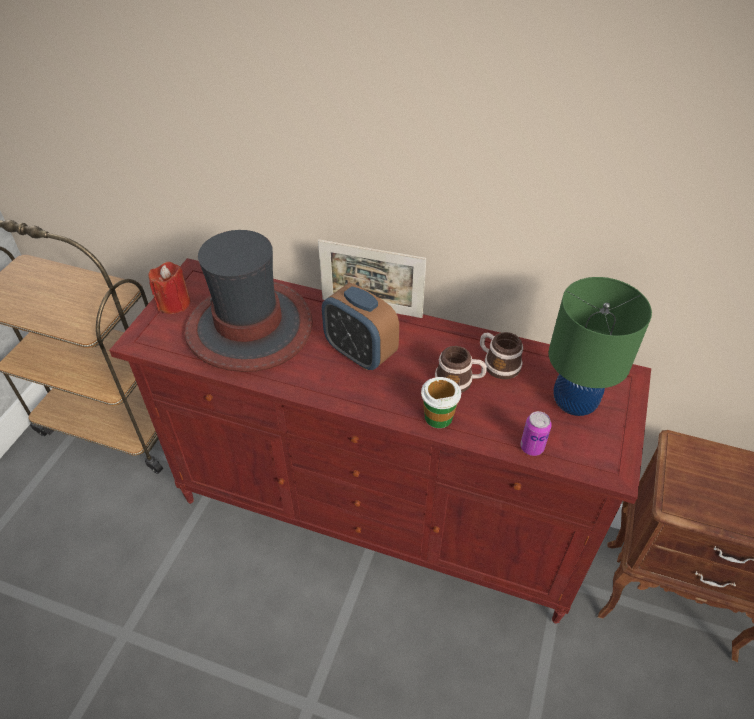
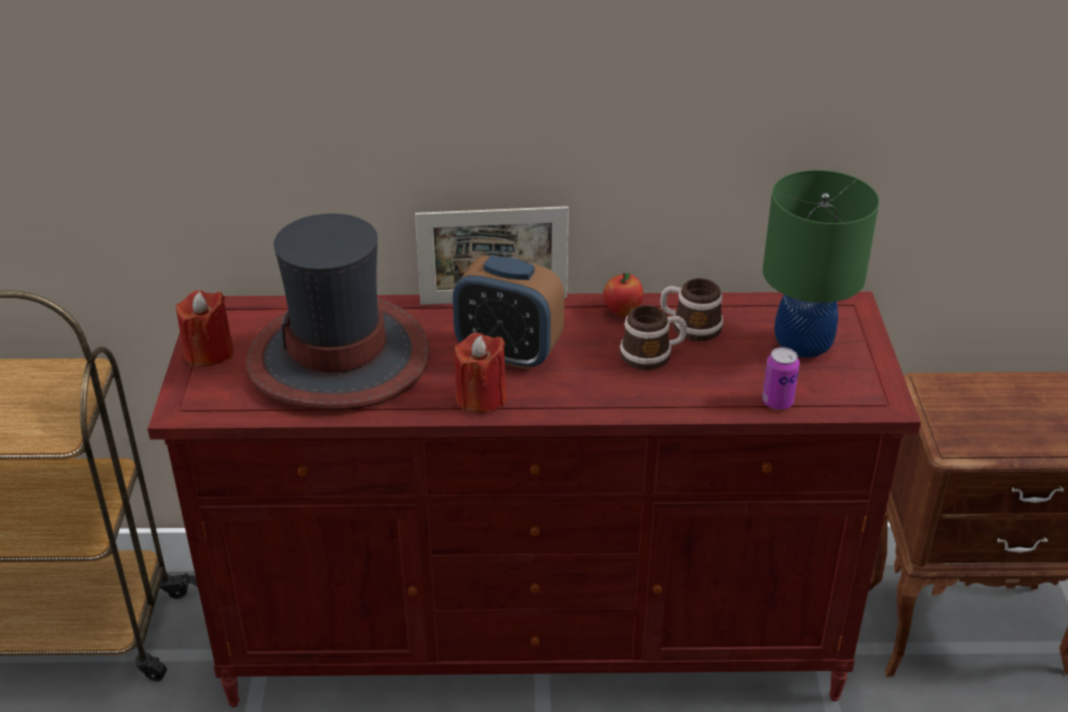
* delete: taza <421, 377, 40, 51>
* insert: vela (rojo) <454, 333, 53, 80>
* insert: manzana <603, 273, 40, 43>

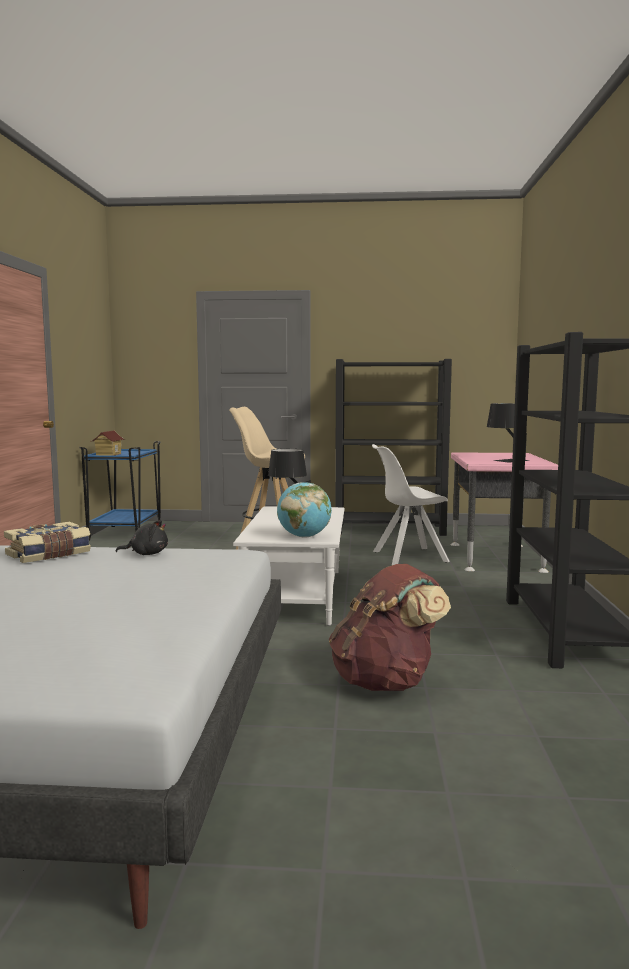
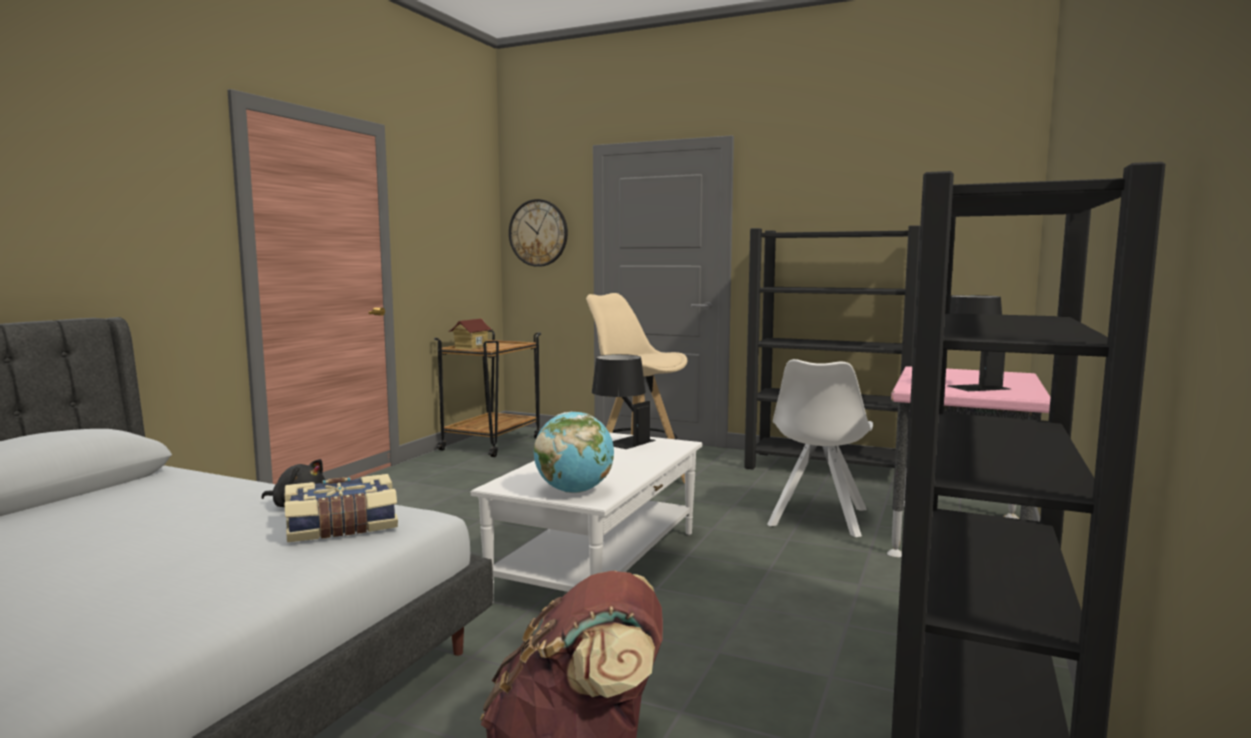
* insert: reloj de pared <509, 199, 59, 68>
* move: libro <4, 522, 87, 41> to <285, 474, 113, 68>
* recolor: carrito (azul) <79, 441, 83, 100> to carrito (marrón) <434, 330, 107, 127>
* rotate: silla (blanco) <372, 444, 77, 121> = <767, 359, 106, 178> 75 degrees counterclockwise

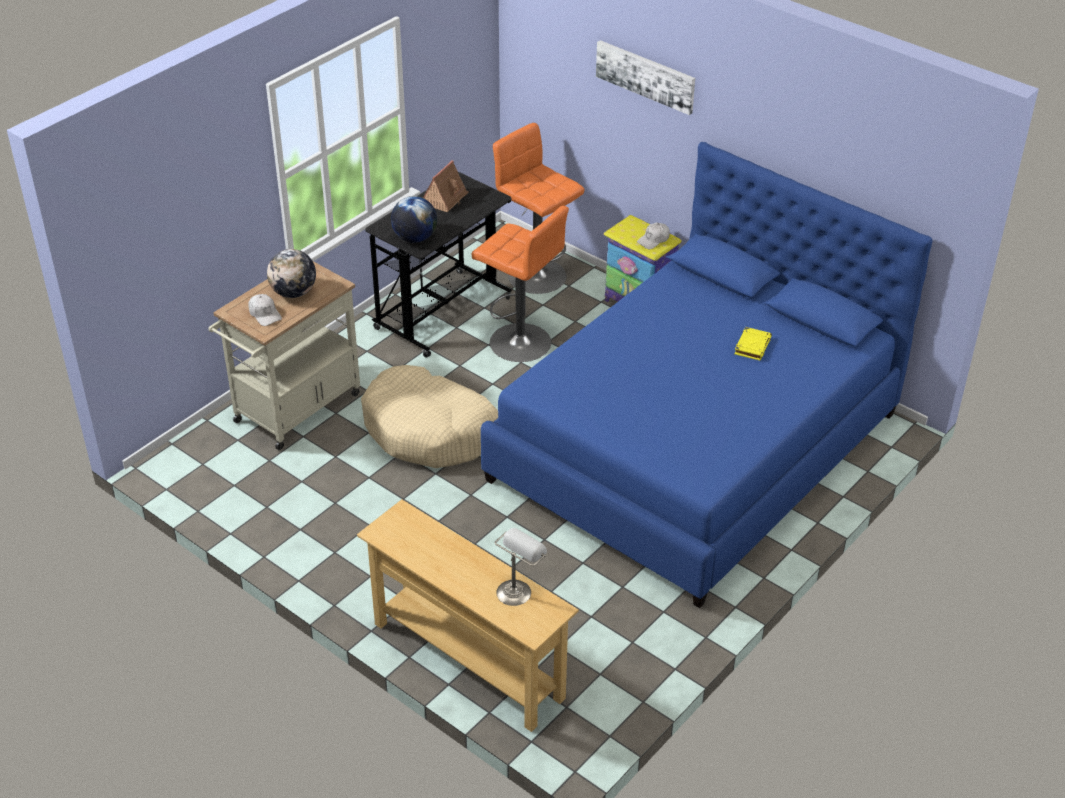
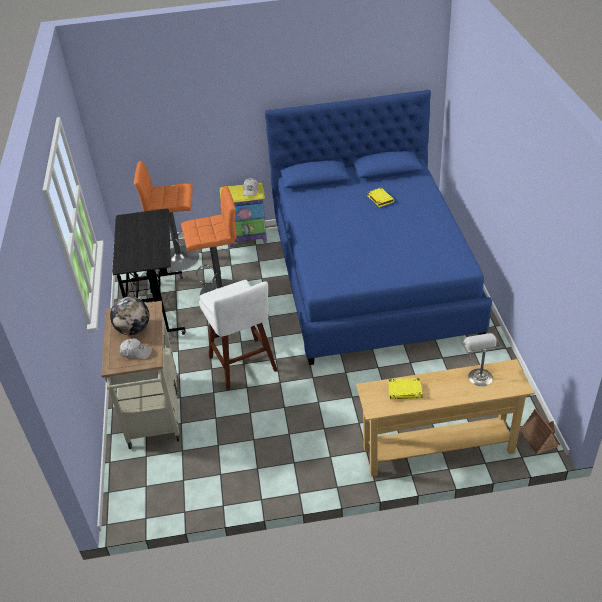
* delete: globo terráqueo <391, 196, 46, 47>
* delete: cuadro <596, 40, 99, 75>
* insert: libro (amarillo) <388, 378, 34, 22>
* move: casita <423, 160, 45, 52> to <519, 409, 41, 45>
* replace: cama para perro (beis) <361, 365, 137, 103> to taburete (blanco) <199, 280, 79, 110>

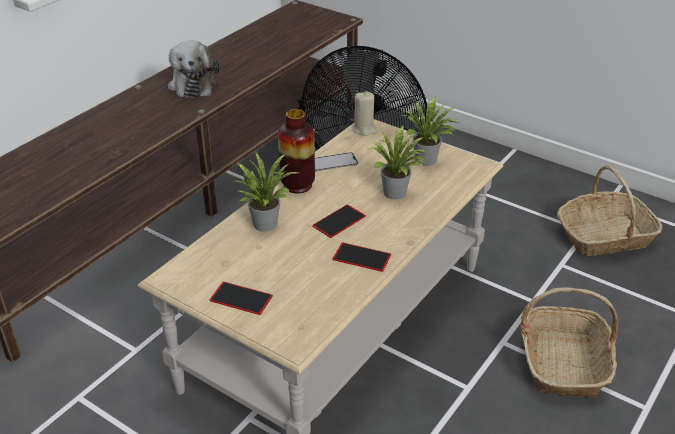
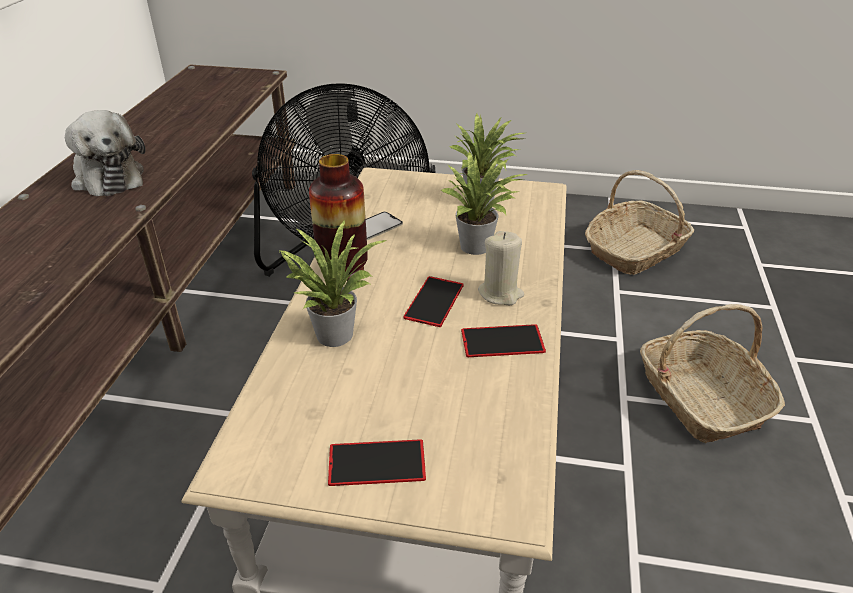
* move: vela (beis) <352, 91, 25, 45> to <478, 231, 46, 74>

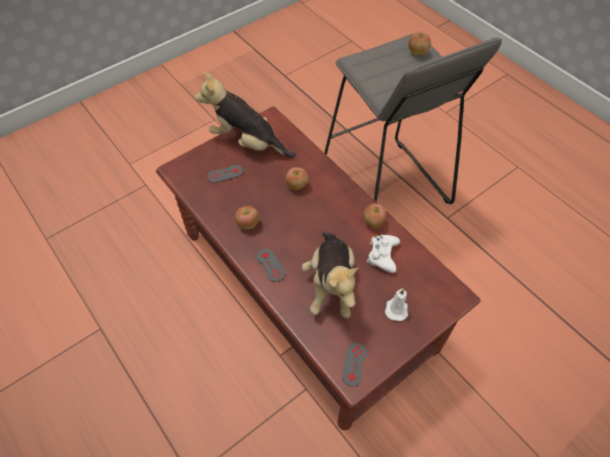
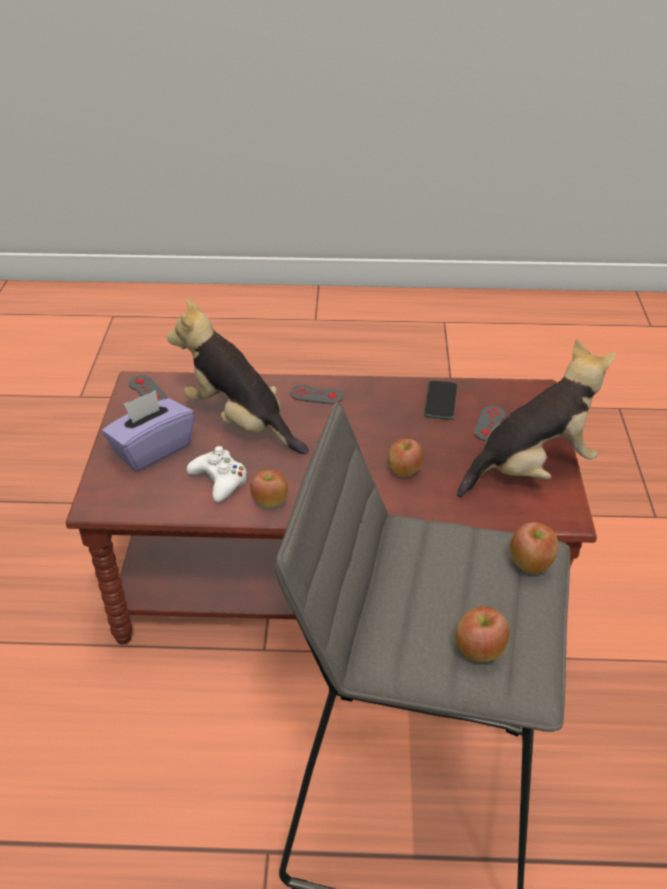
* insert: móvil <424, 380, 33, 40>
* move: manzana <235, 205, 24, 24> to <510, 522, 48, 52>
* replace: vela (blanco) <385, 288, 23, 33> to caja de pañuelos (morado) <102, 390, 93, 82>

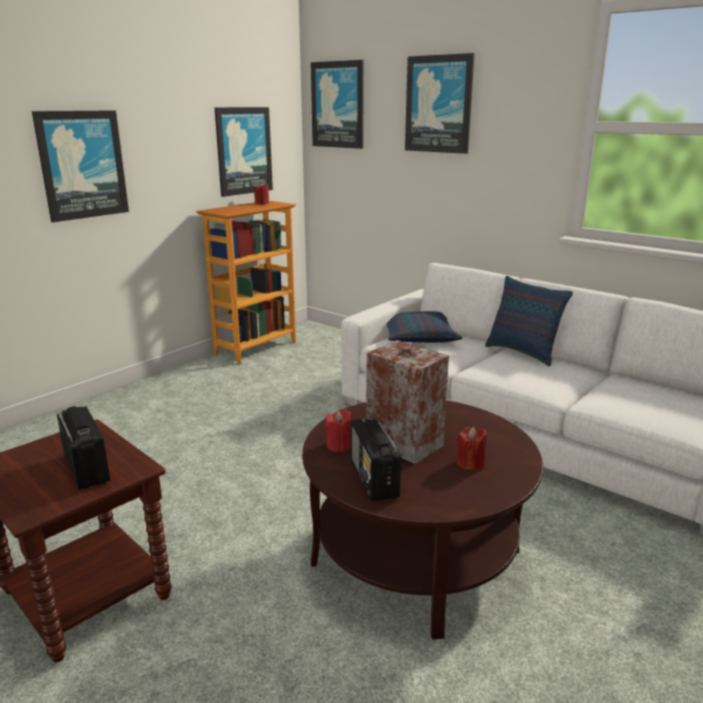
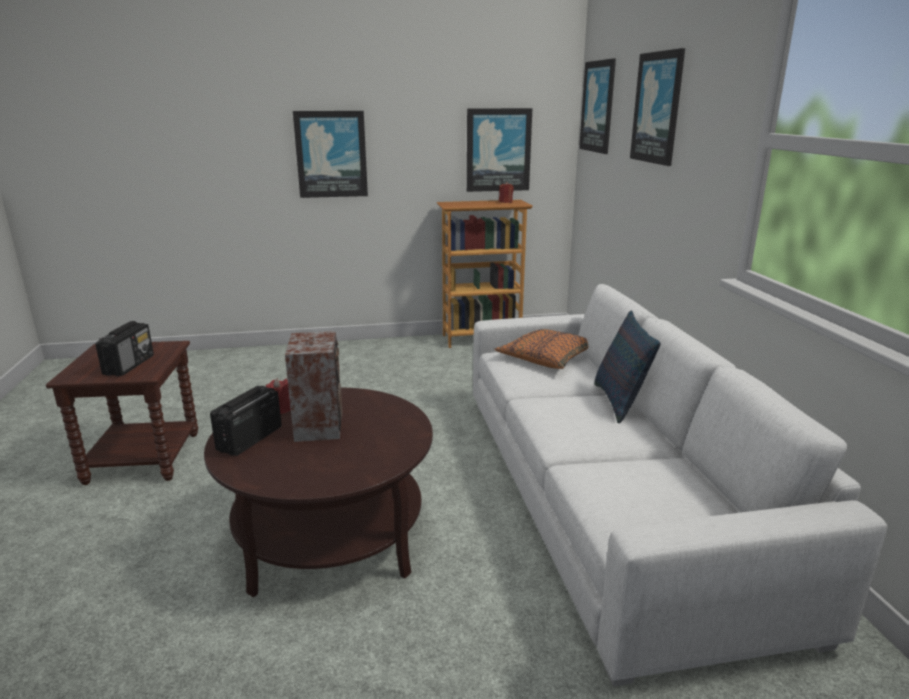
* delete: vela (rojo) <457, 427, 29, 43>
* recolor: cojín (azul) <386, 311, 76, 32> to cojín (naranja) <495, 329, 94, 40>

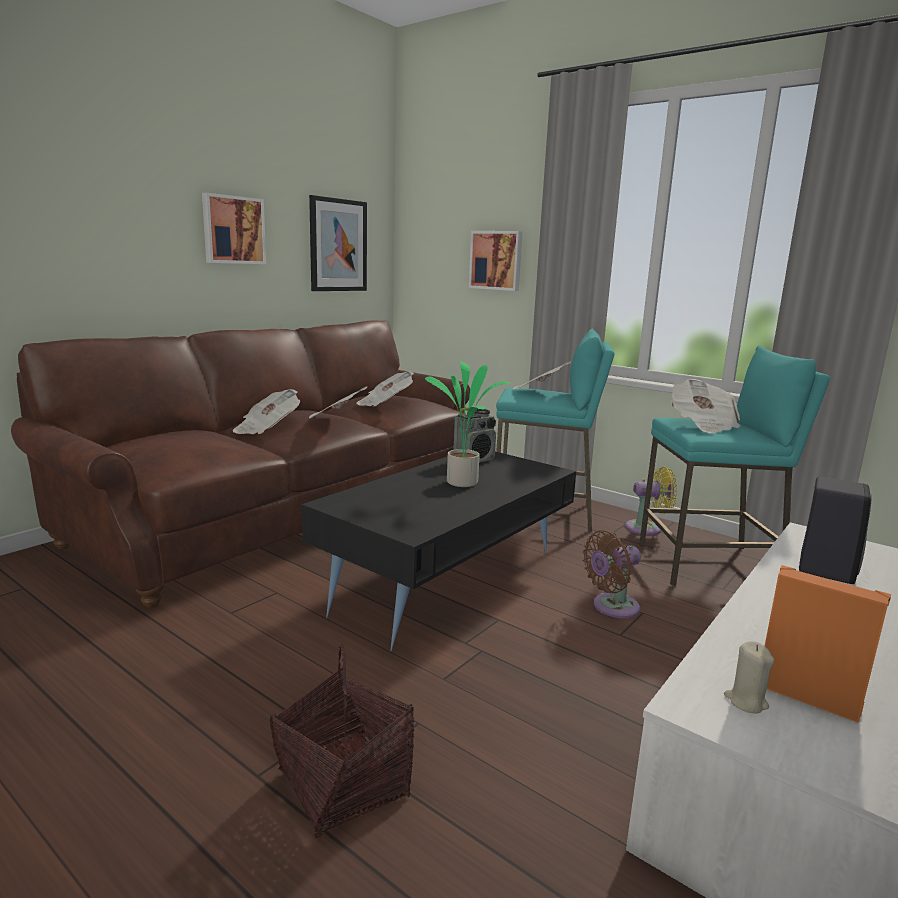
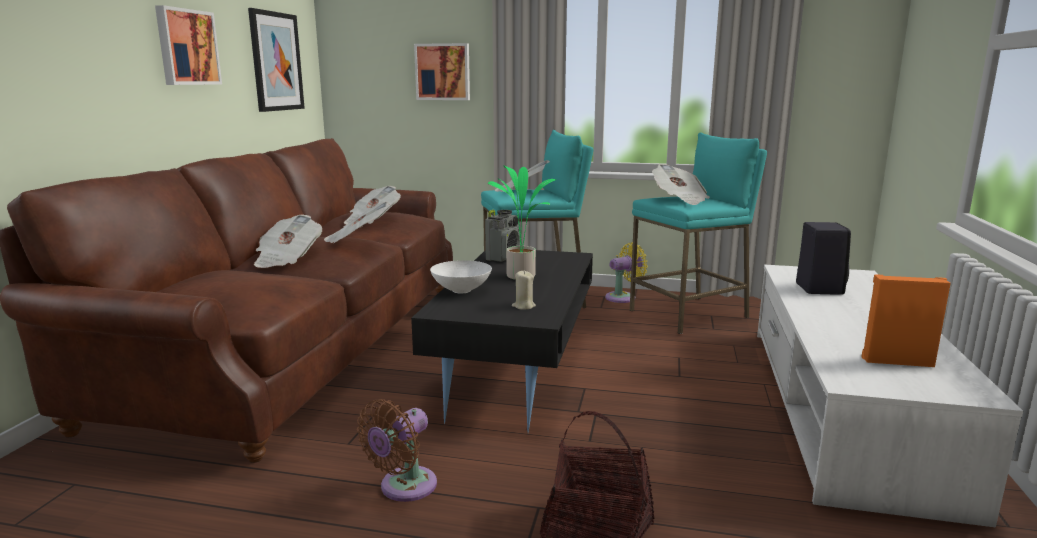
* insert: cuenco (blanco) <430, 260, 62, 33>
* move: ventilador (marrón) <583, 530, 58, 88> to <357, 399, 80, 103>
* move: vela (beis) <724, 641, 50, 72> to <512, 271, 24, 39>

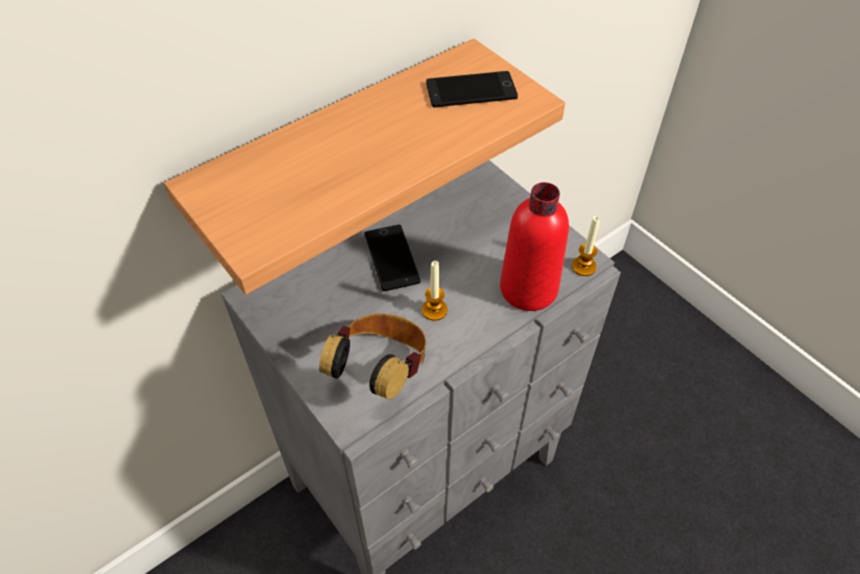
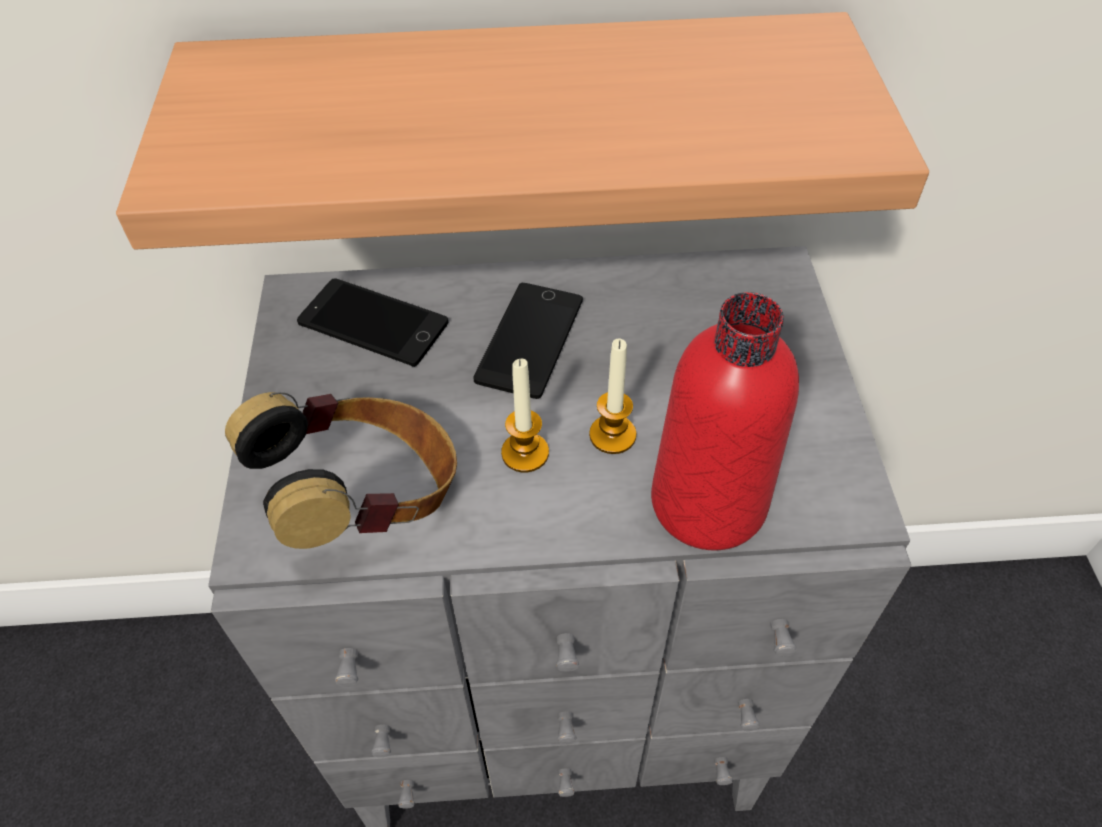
* move: móvil <426, 71, 92, 37> to <297, 278, 151, 89>
* move: vela <572, 216, 28, 60> to <589, 338, 47, 116>

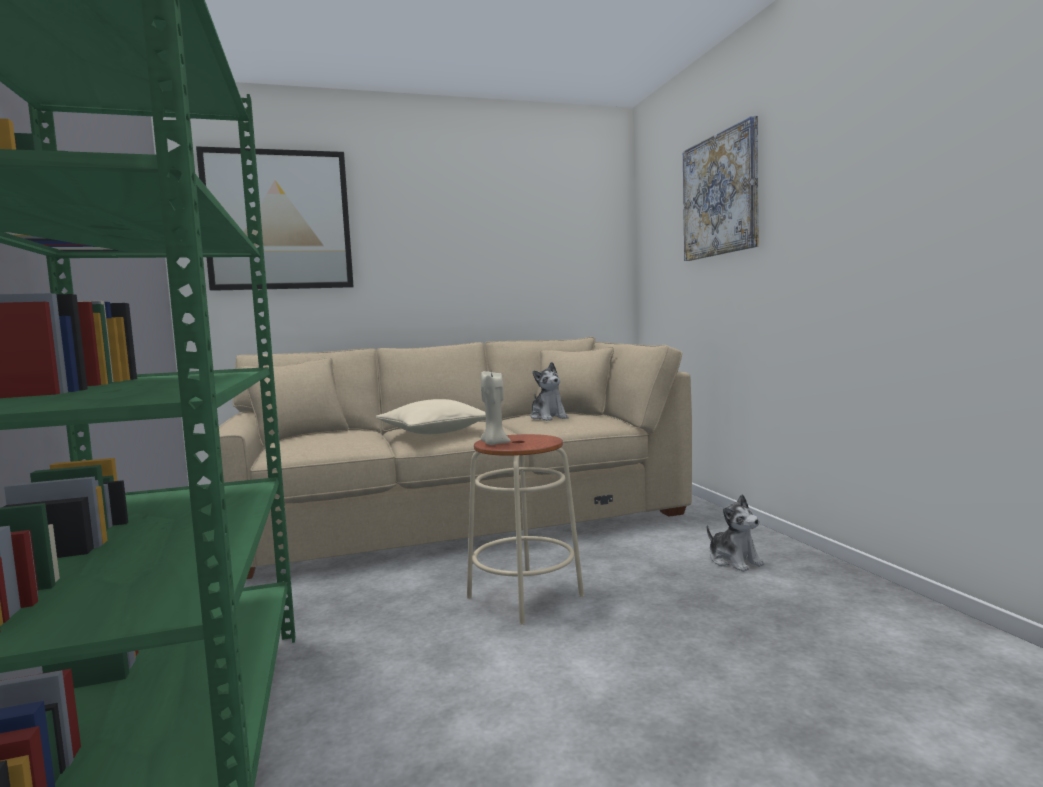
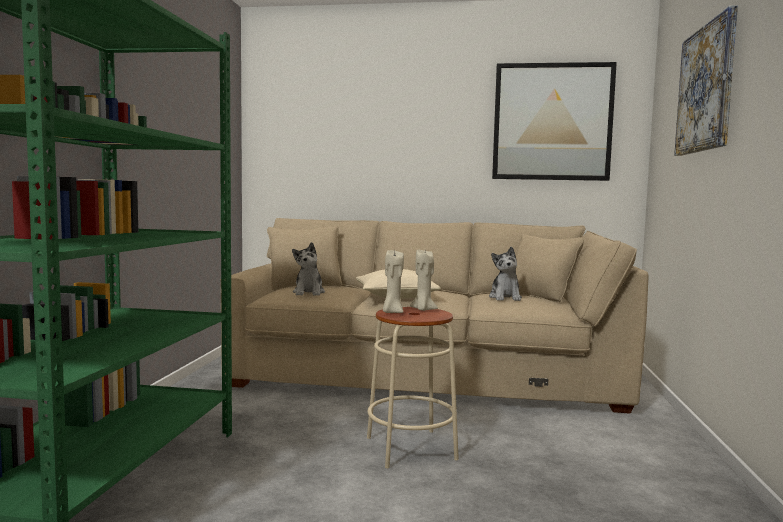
* insert: vela (beis) <410, 249, 28, 62>
* move: cuadro <196, 146, 158, 145> to <492, 62, 125, 119>
* move: peluche <707, 494, 58, 78> to <292, 242, 33, 54>

